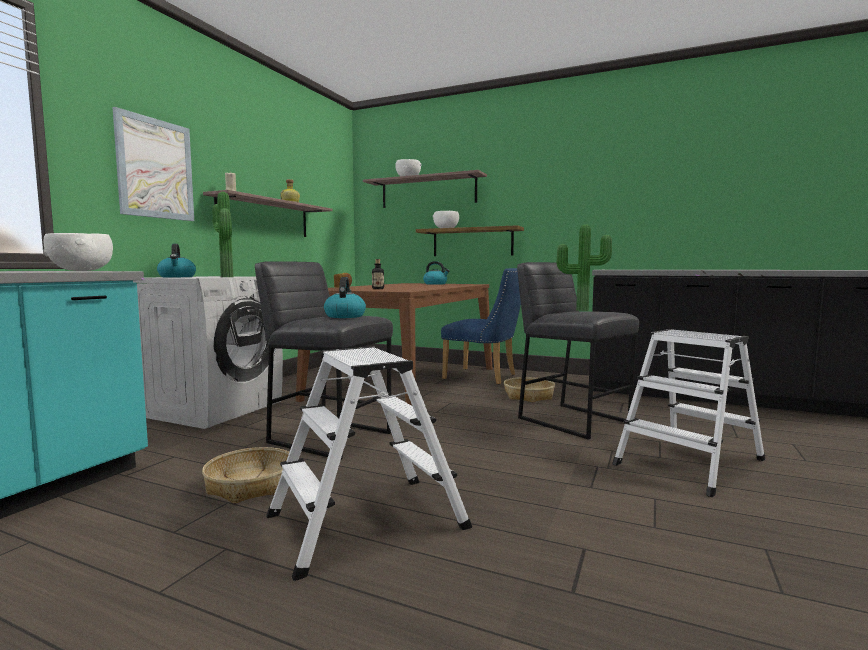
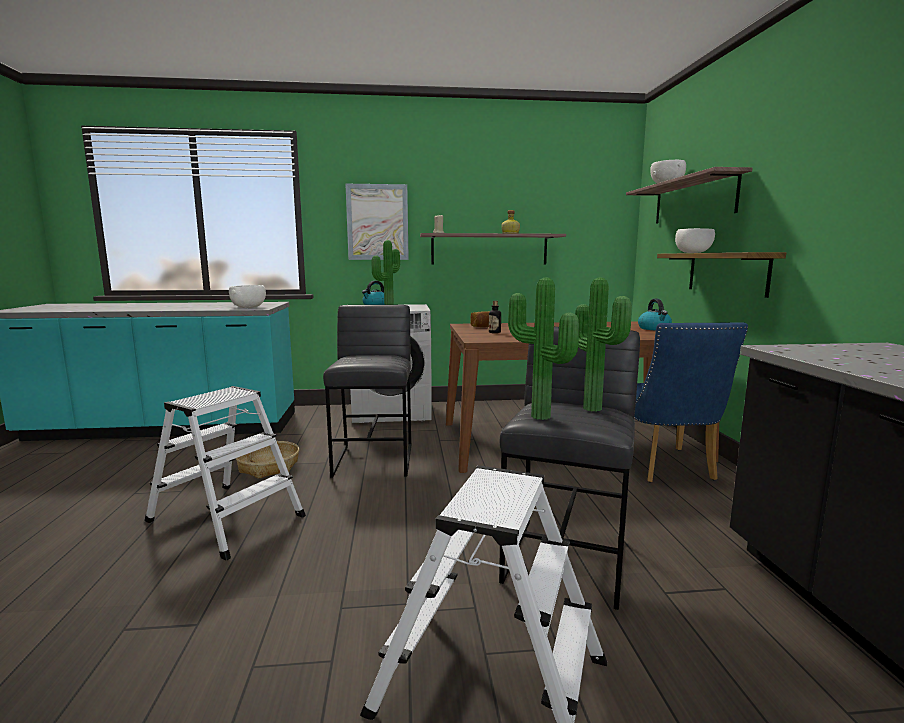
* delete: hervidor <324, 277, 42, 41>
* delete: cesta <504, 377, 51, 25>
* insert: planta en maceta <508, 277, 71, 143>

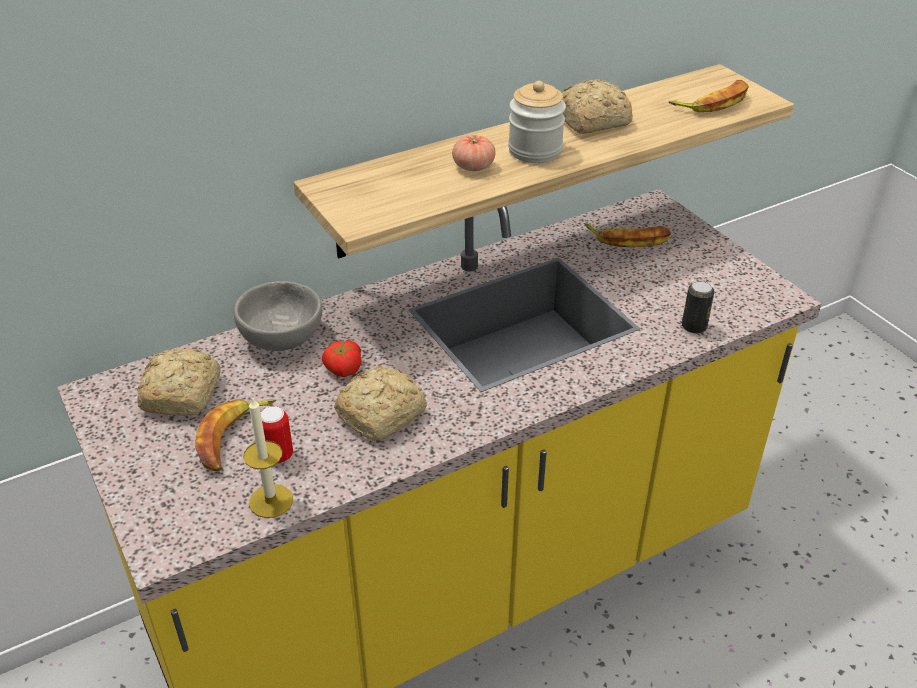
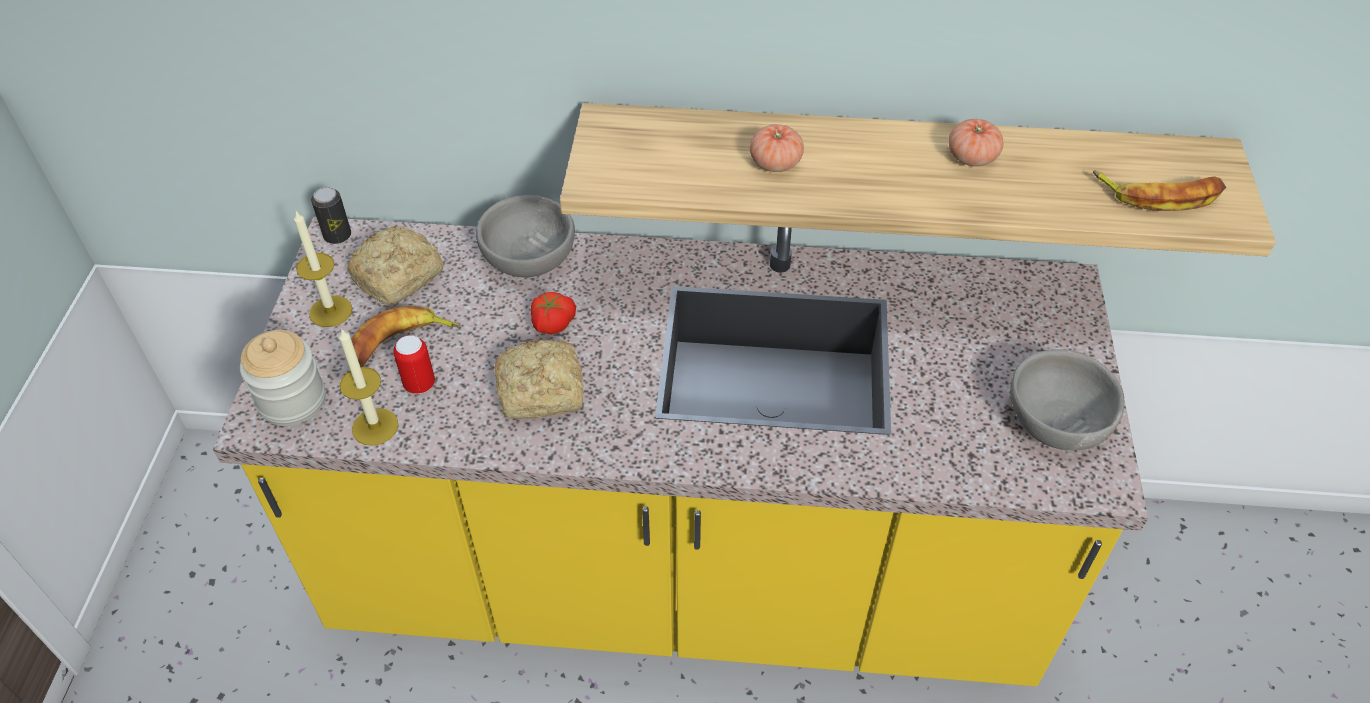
* delete: plátano <585, 223, 86, 24>
* insert: vela <294, 211, 58, 116>
* insert: cuenco (gris) <1010, 349, 114, 101>
* move: tarro <508, 81, 58, 82> to <240, 330, 86, 96>
* move: lata <682, 281, 33, 53> to <311, 187, 40, 57>
* replace: pan <562, 79, 71, 55> to tomate <948, 119, 55, 47>

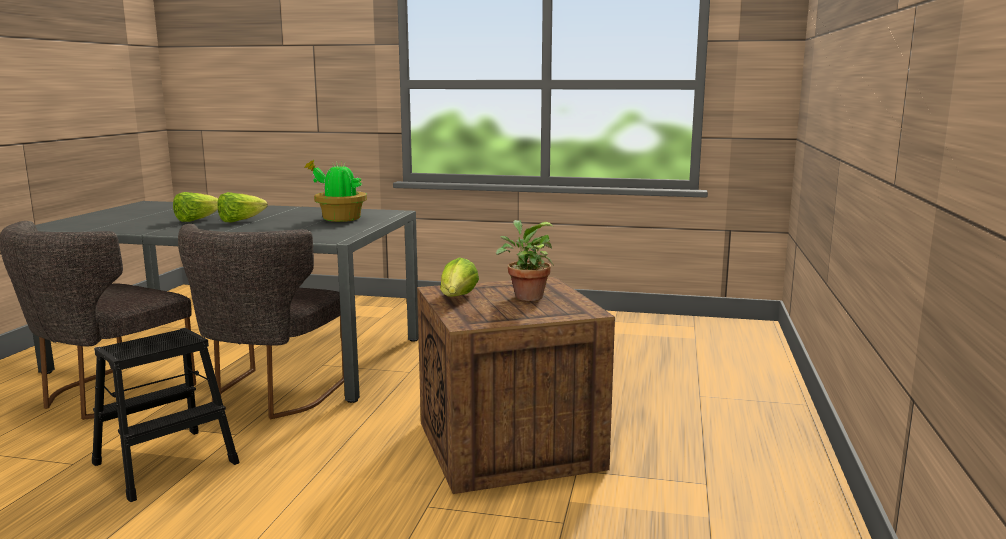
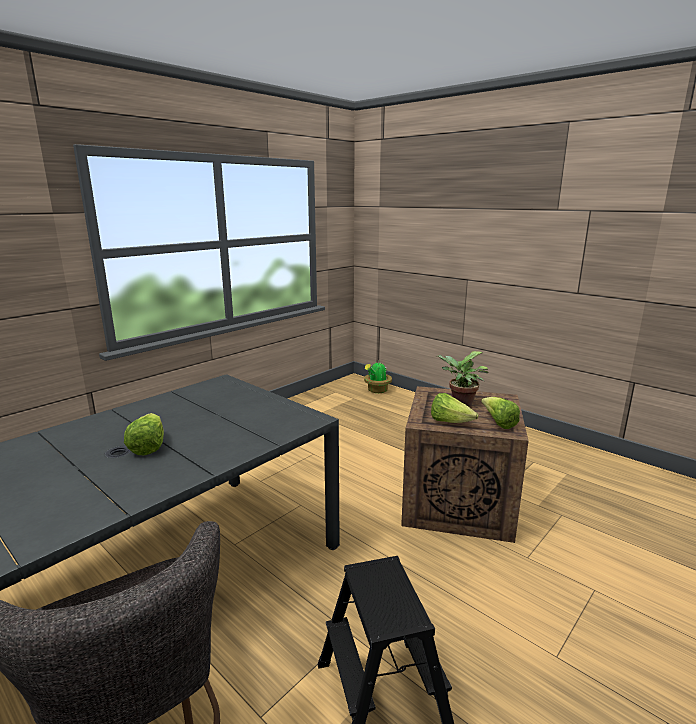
* delete: silla (gris) <178, 224, 166, 195>
* move: lechuga <173, 192, 45, 30> to <481, 397, 39, 32>
* move: planta en maceta <304, 160, 63, 62> to <364, 362, 28, 31>

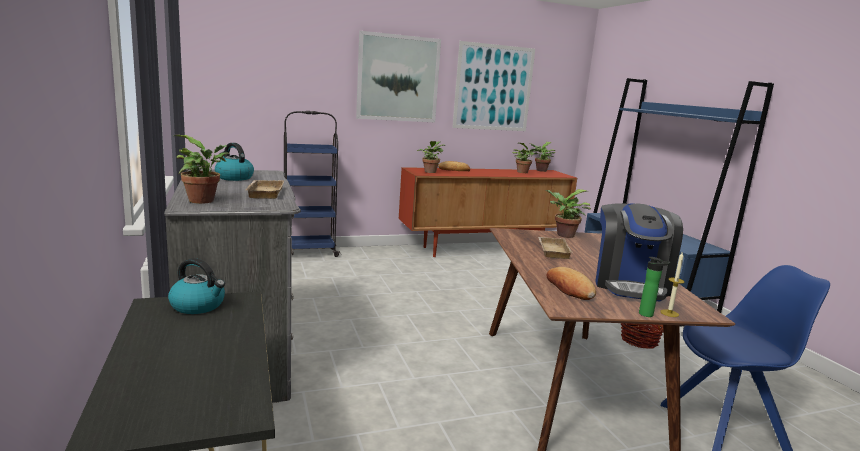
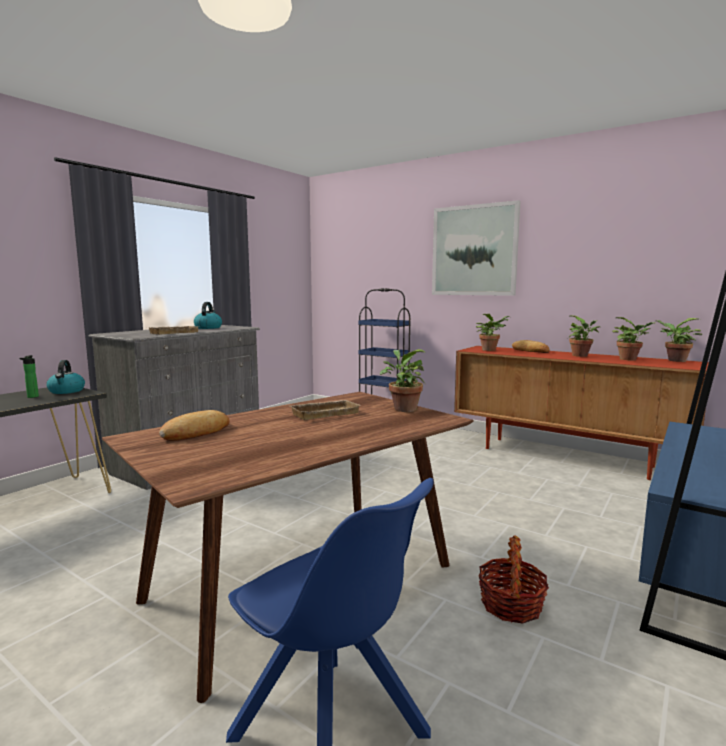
* delete: cuadro <452, 41, 83, 90>
* delete: cafetera <595, 203, 88, 99>
* delete: vela <660, 251, 25, 66>
* move: planta en maceta <174, 135, 56, 69> to <568, 315, 33, 42>
* move: botella <639, 257, 31, 60> to <19, 355, 20, 43>

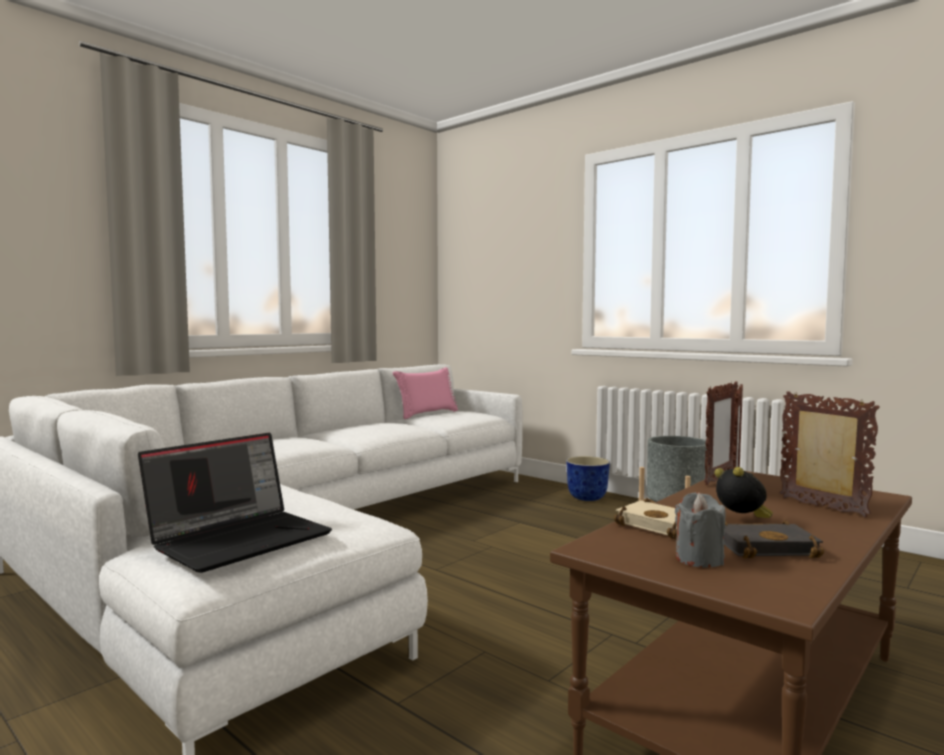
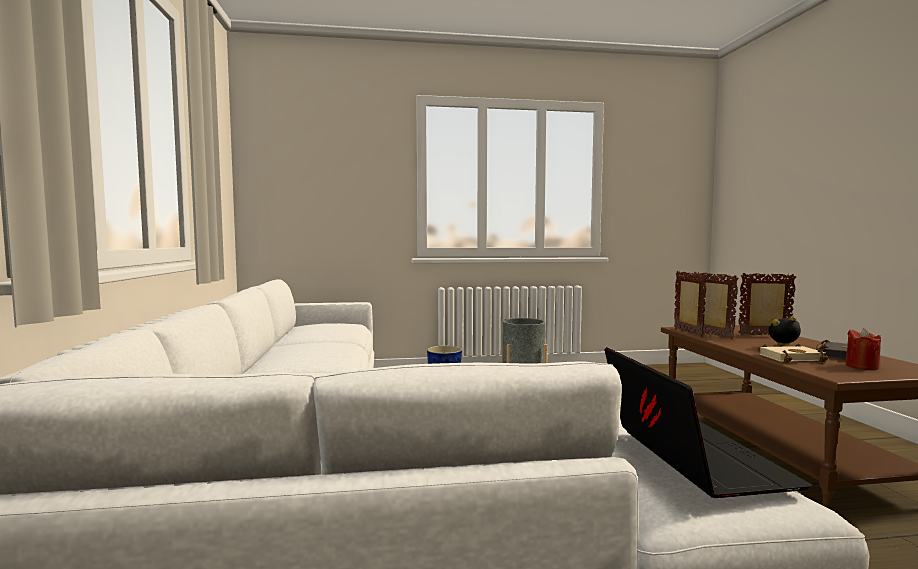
* delete: cojín (rosa) <393, 367, 65, 52>
* recolor: vela (gris) <675, 492, 51, 76> to vela (rojo) <845, 328, 36, 42>

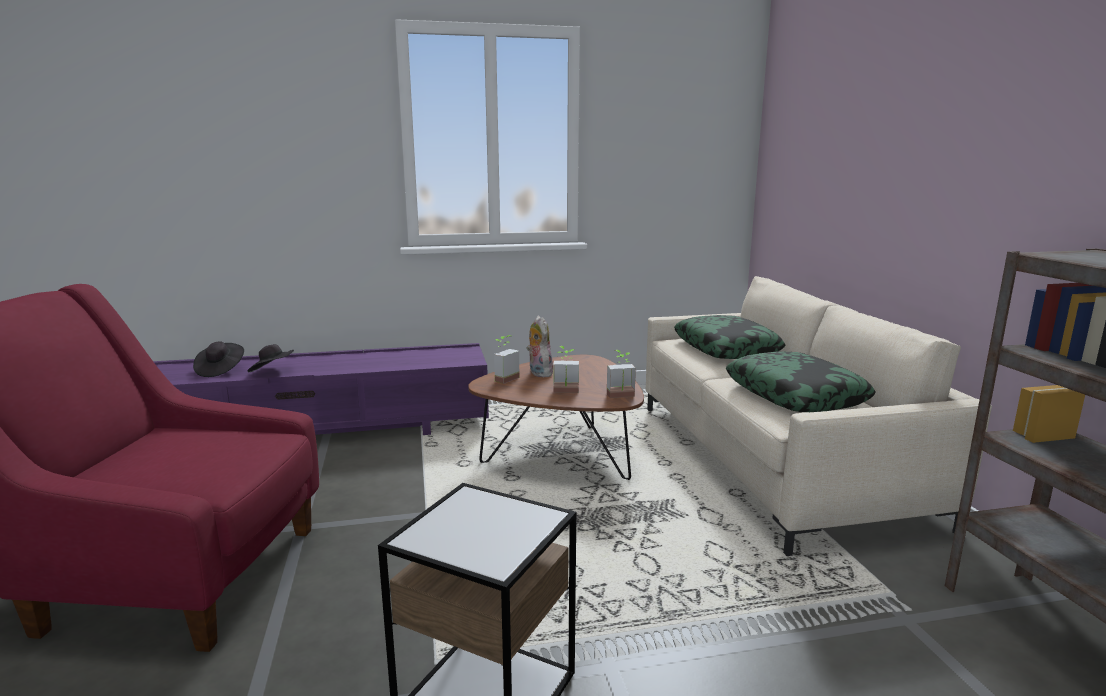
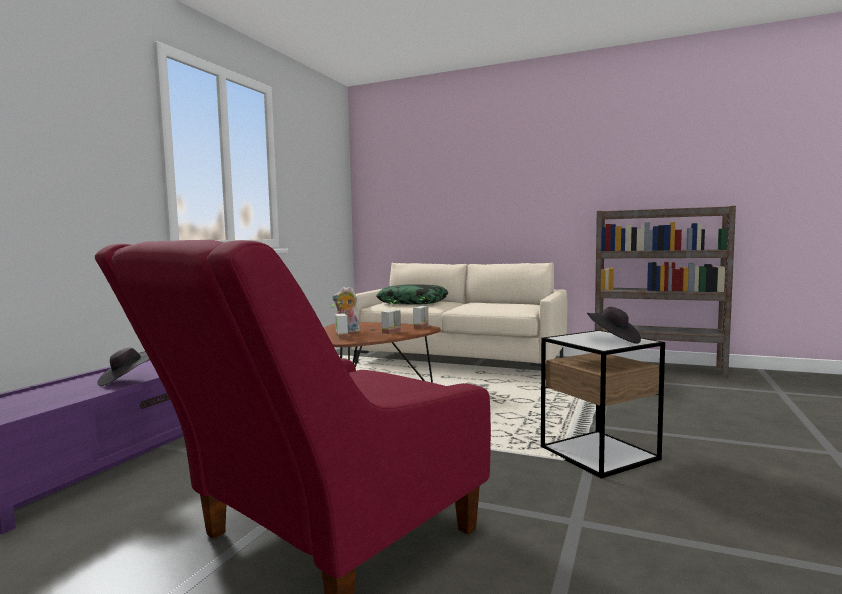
* delete: cojín <726, 351, 150, 61>
* move: sombrero (negro) <193, 342, 51, 35> to <587, 307, 54, 37>

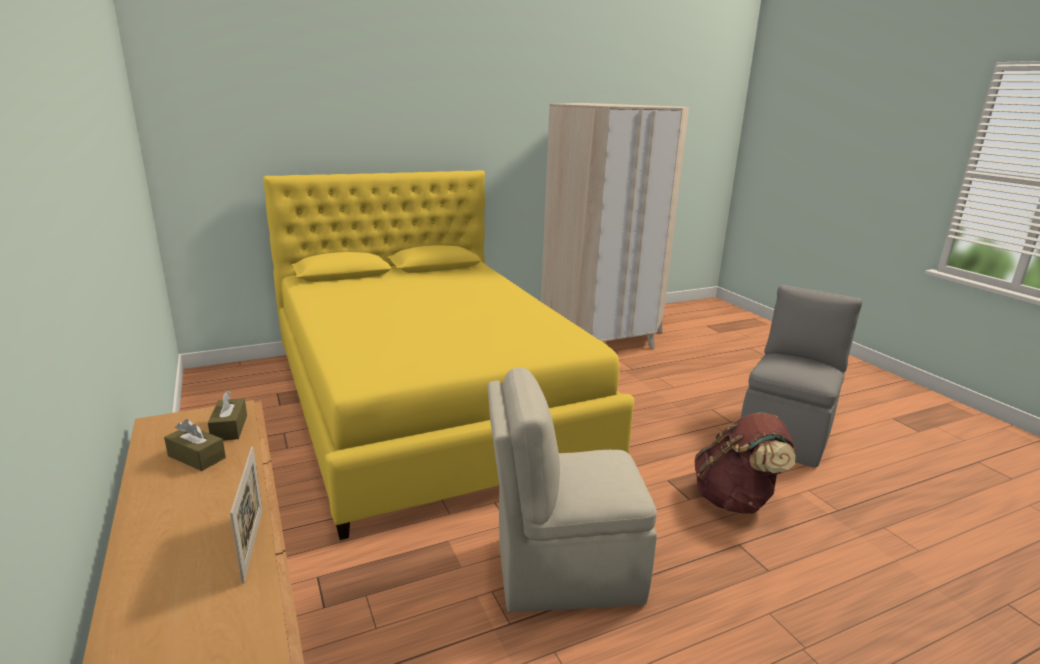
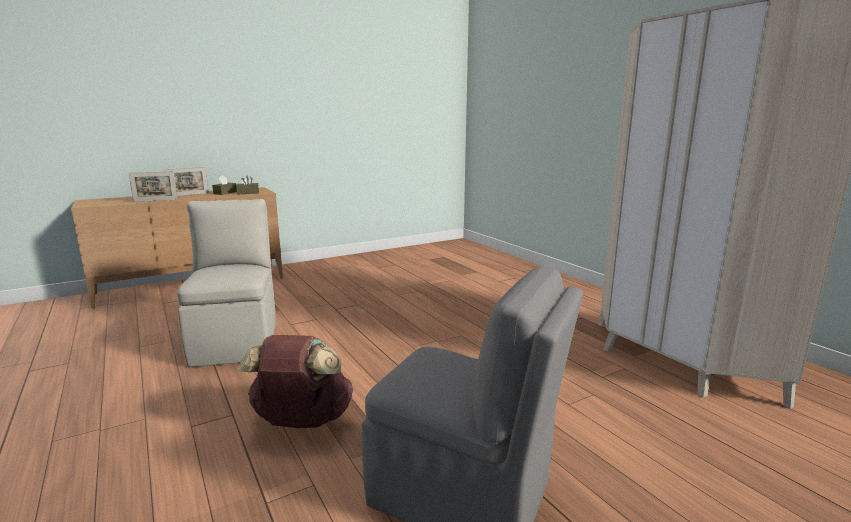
* delete: cama (amarillo) <263, 170, 372, 370>
* insert: portarretratos <165, 167, 44, 29>

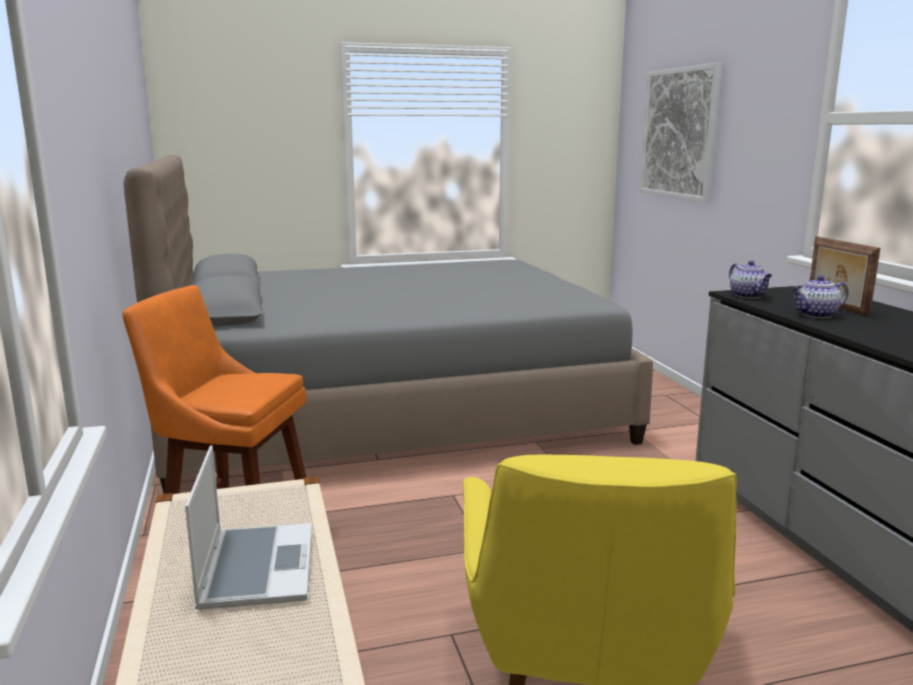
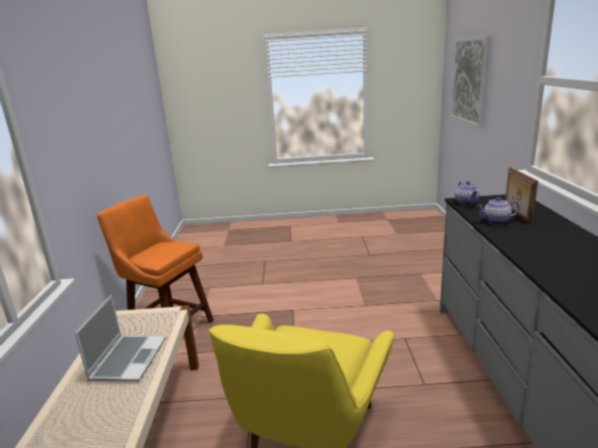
* delete: cama (gris) <124, 155, 529, 339>

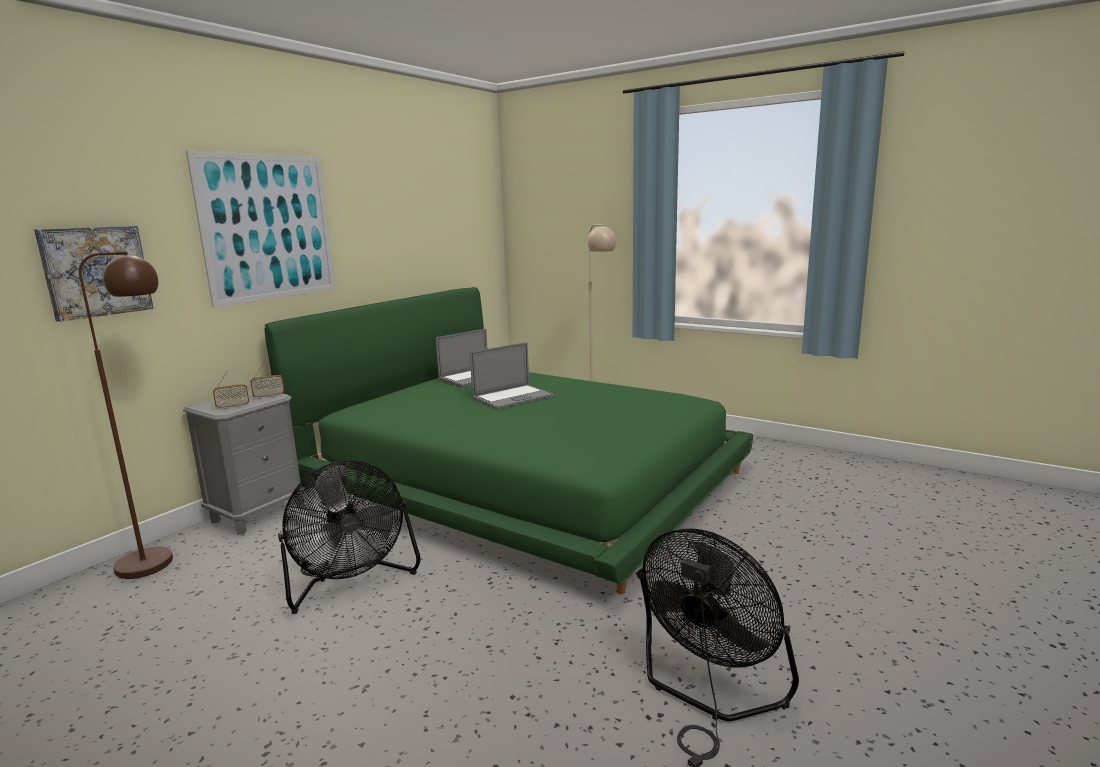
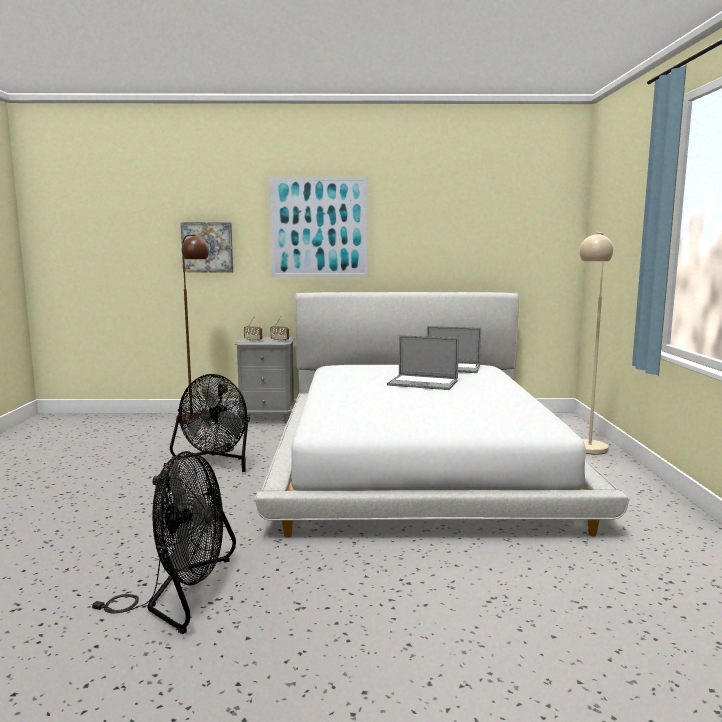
* recolor: cama (verde) <264, 287, 489, 307> to cama (blanco) <255, 292, 375, 245>

